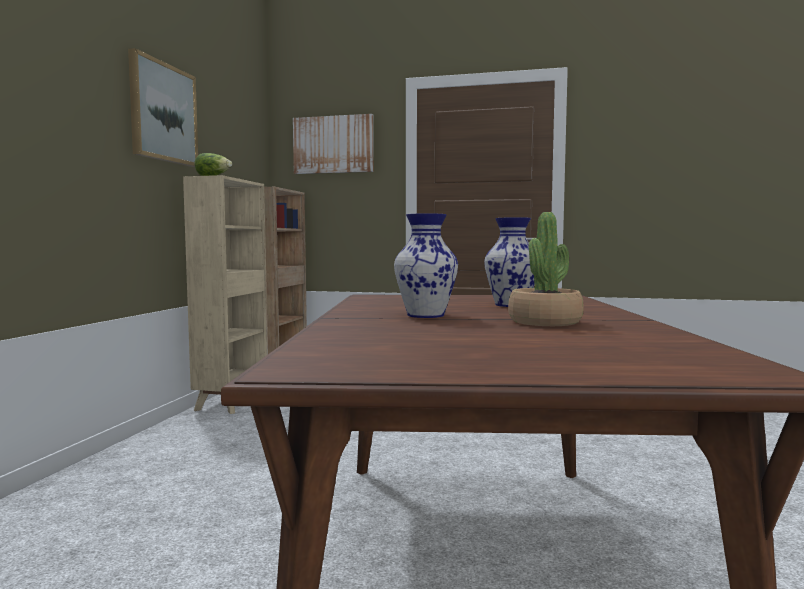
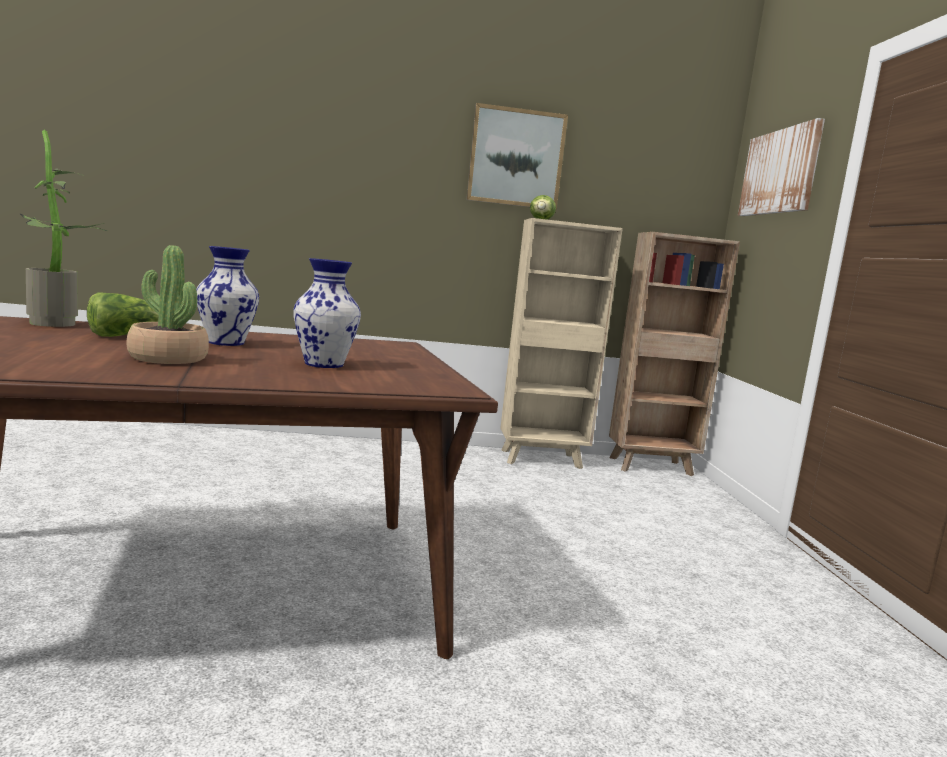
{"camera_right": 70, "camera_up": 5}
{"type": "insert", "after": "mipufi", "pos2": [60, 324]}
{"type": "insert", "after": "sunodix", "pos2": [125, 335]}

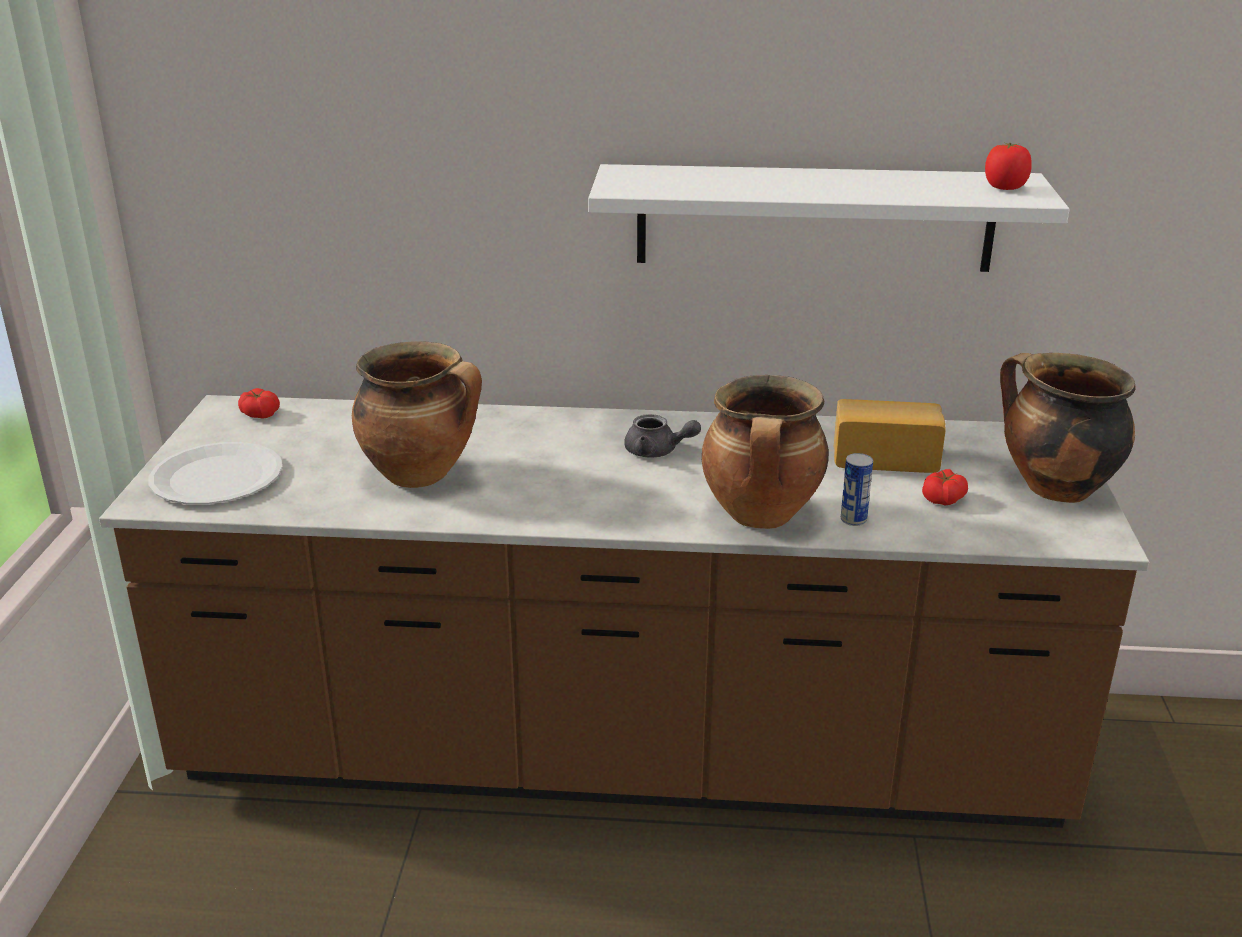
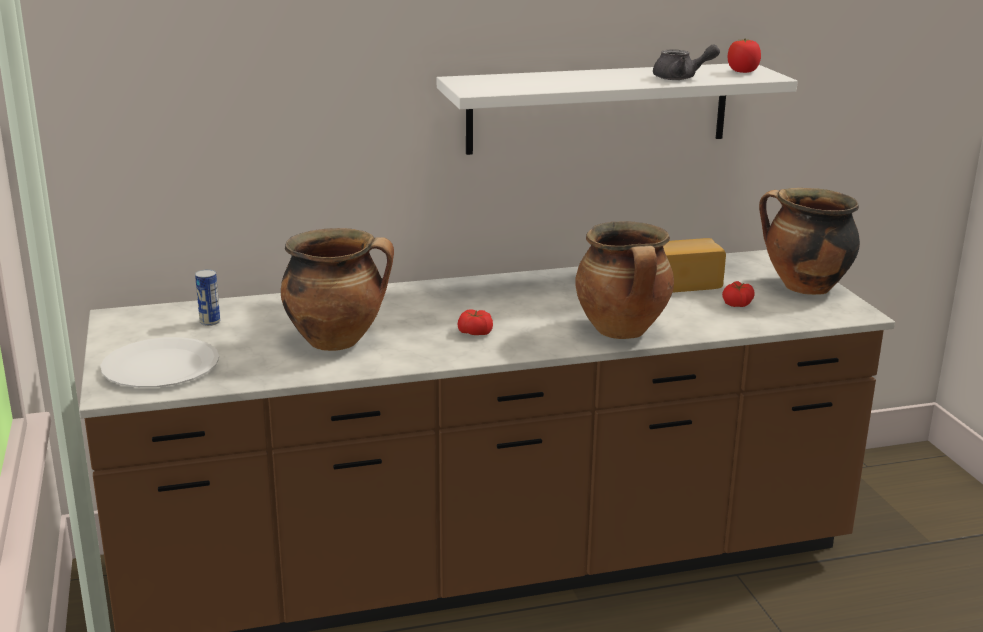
{"camera_right": -20, "camera_up": -5}
{"type": "move", "before": "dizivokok", "pos1": [260, 414], "pos2": [475, 332]}
{"type": "move", "before": "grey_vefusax", "pos1": [657, 452], "pos2": [681, 78]}
{"type": "move", "before": "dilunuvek", "pos1": [853, 520], "pos2": [210, 322]}

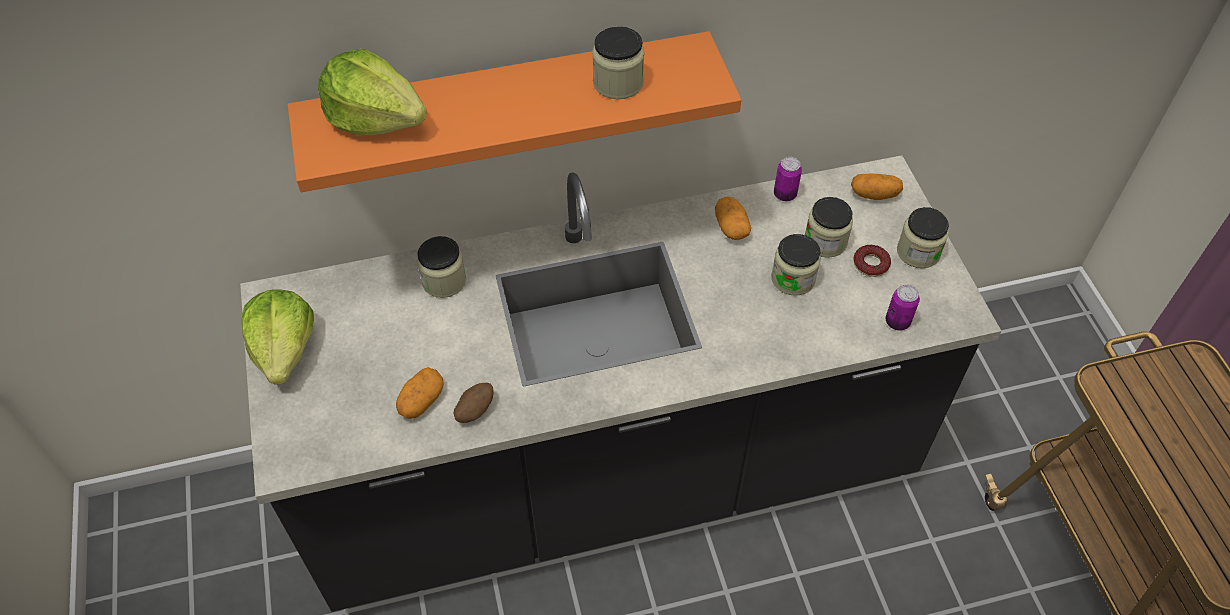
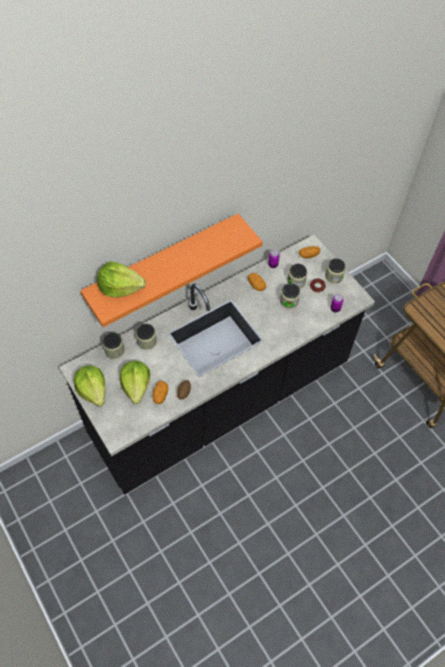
{"camera_right": -20, "camera_up": 5}
{"type": "move", "before": "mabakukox", "pos1": [618, 83], "pos2": [114, 350]}
{"type": "insert", "after": "sunodix", "pos2": [136, 386]}

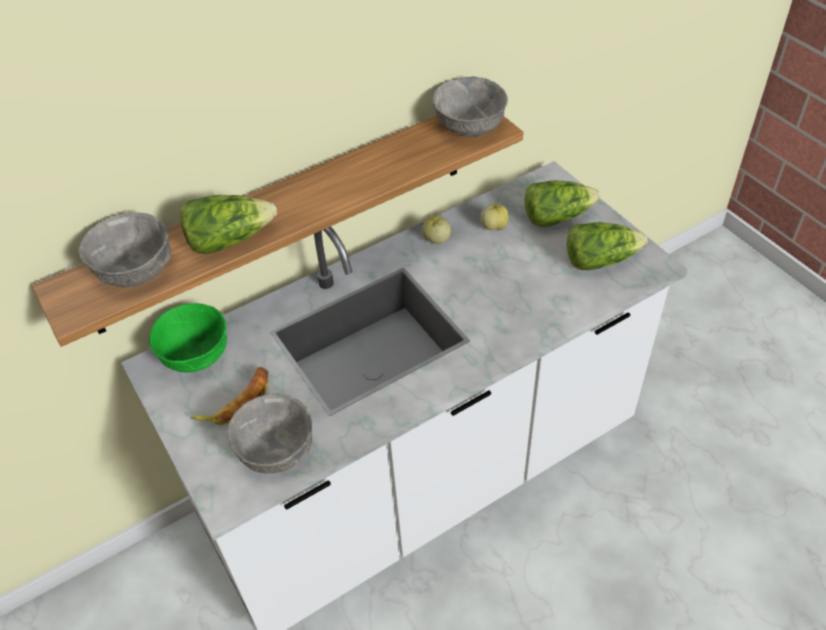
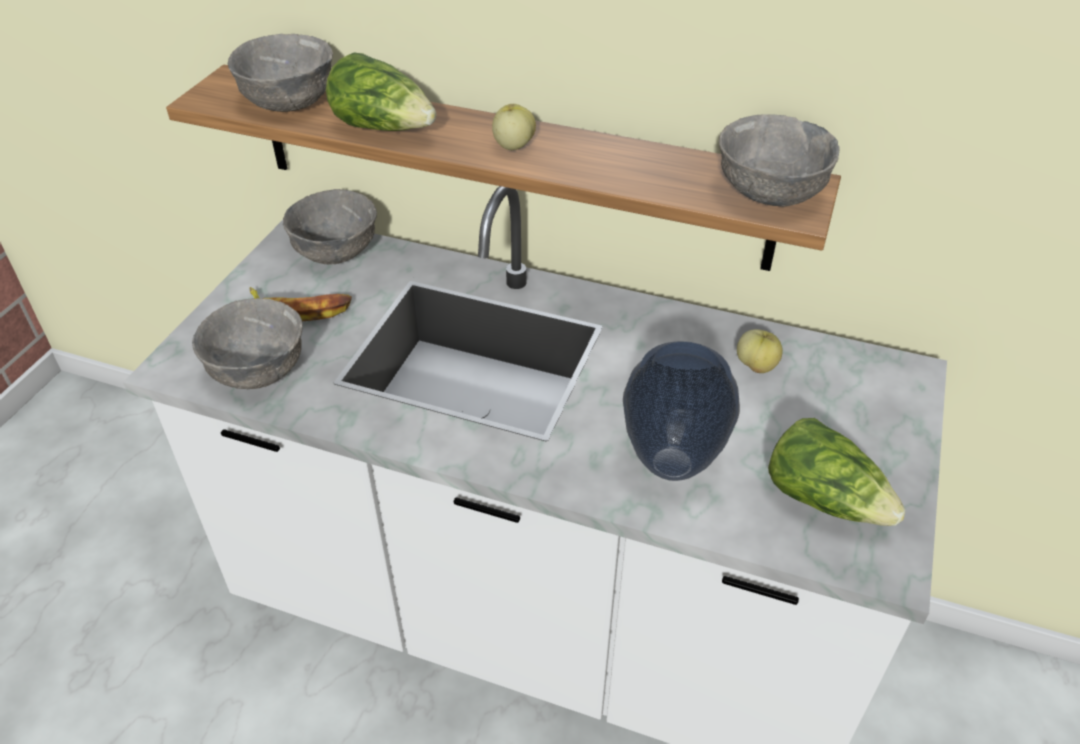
{"camera_right": 50, "camera_up": -5}
{"type": "recolor", "before": "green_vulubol", "after": "grey_vulubol", "pos1": [197, 354], "pos2": [337, 251]}
{"type": "move", "before": "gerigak", "pos1": [436, 239], "pos2": [513, 146]}
{"type": "delete", "before": "sunodix", "pos1": [556, 216]}
{"type": "insert", "after": "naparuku", "pos2": [671, 462]}

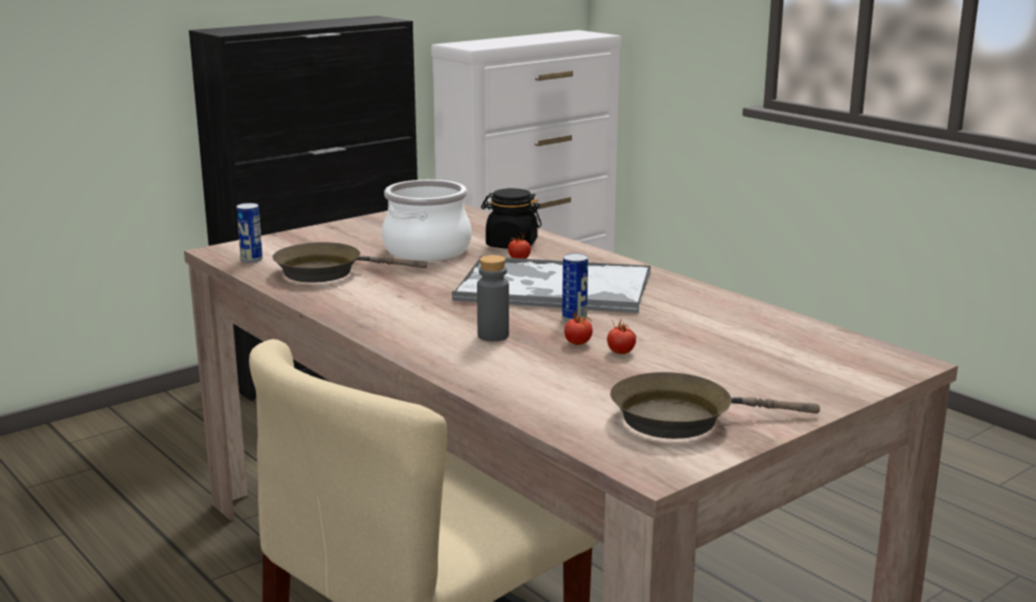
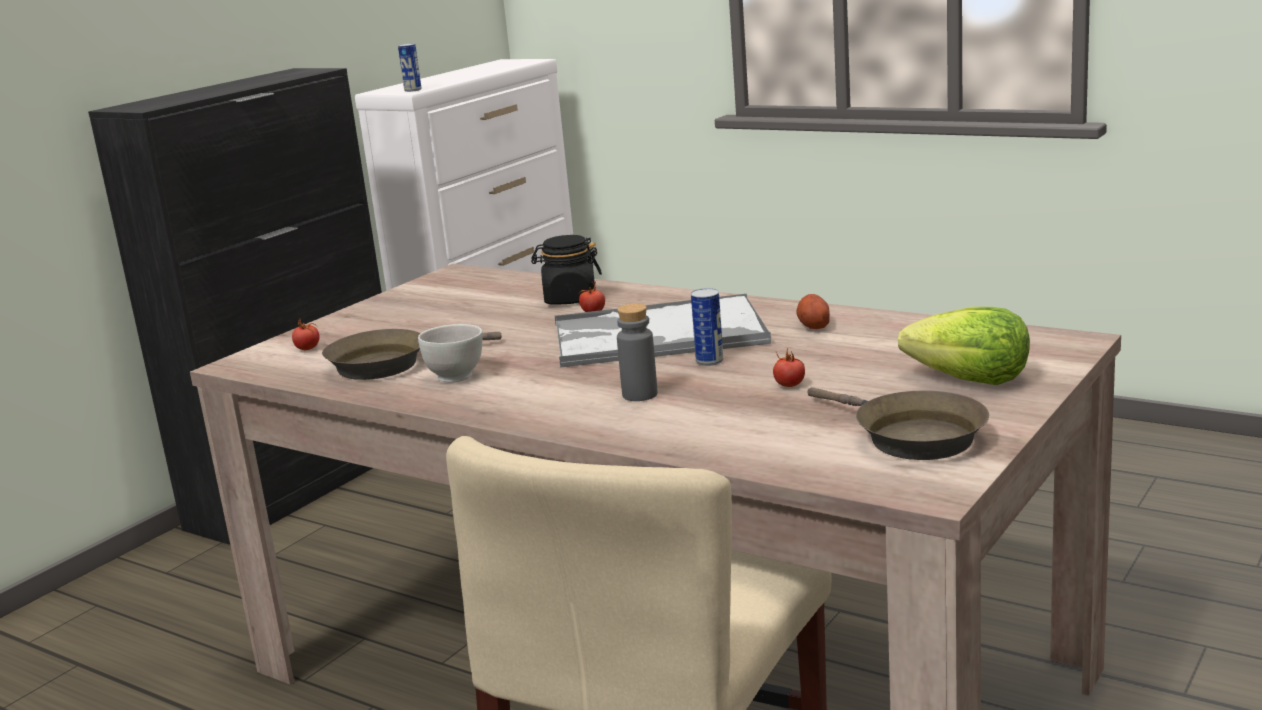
{"camera_right": -15, "camera_up": 0}
{"type": "move", "before": "dilunuvek", "pos1": [251, 260], "pos2": [413, 90]}
{"type": "delete", "before": "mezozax", "pos1": [426, 250]}
{"type": "move", "before": "dizivokok", "pos1": [578, 343], "pos2": [308, 349]}
{"type": "rotate", "before": "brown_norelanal", "pos1": [681, 418], "pos2": [911, 437], "turn": -105}
{"type": "insert", "after": "white_vulubol", "pos2": [456, 377]}
{"type": "insert", "after": "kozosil", "pos2": [813, 325]}
{"type": "insert", "after": "sunodix", "pos2": [970, 379]}

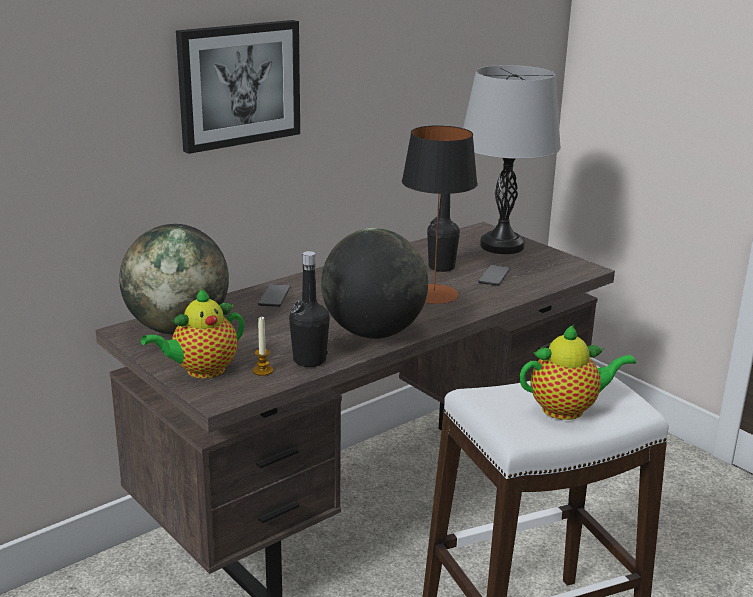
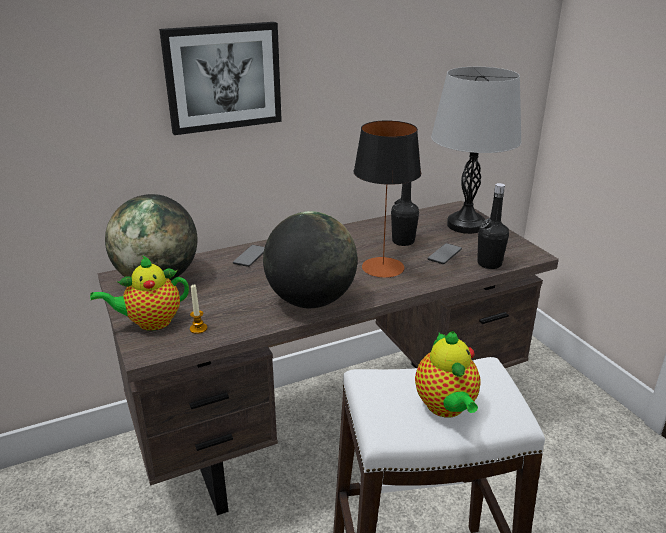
{"camera_right": 15, "camera_up": 5}
{"type": "move", "before": "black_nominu", "pos1": [309, 360], "pos2": [489, 264]}
{"type": "rotate", "before": "vefusax", "pos1": [567, 409], "pos2": [446, 408], "turn": 75}

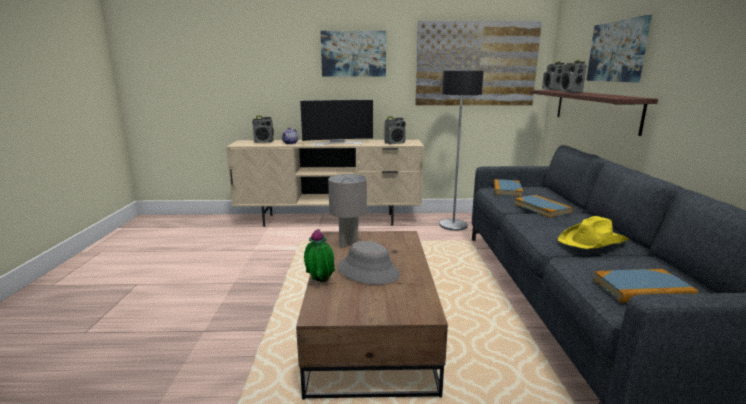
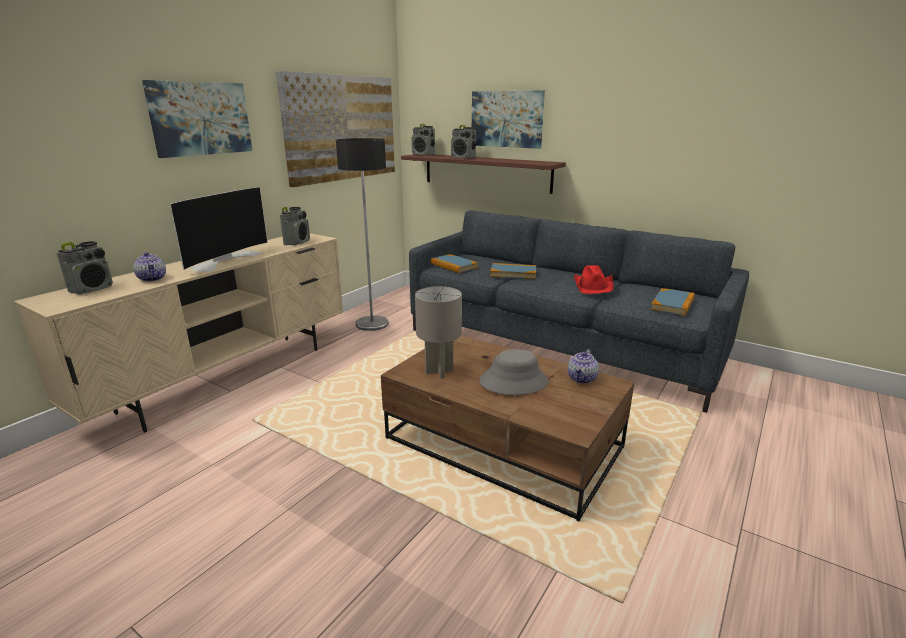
{"camera_right": -55, "camera_up": 5}
{"type": "delete", "before": "mipufi", "pos1": [320, 282]}
{"type": "recolor", "before": "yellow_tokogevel", "after": "red_tokogevel", "pos1": [593, 241], "pos2": [593, 286]}
{"type": "insert", "after": "vefusax", "pos2": [582, 379]}

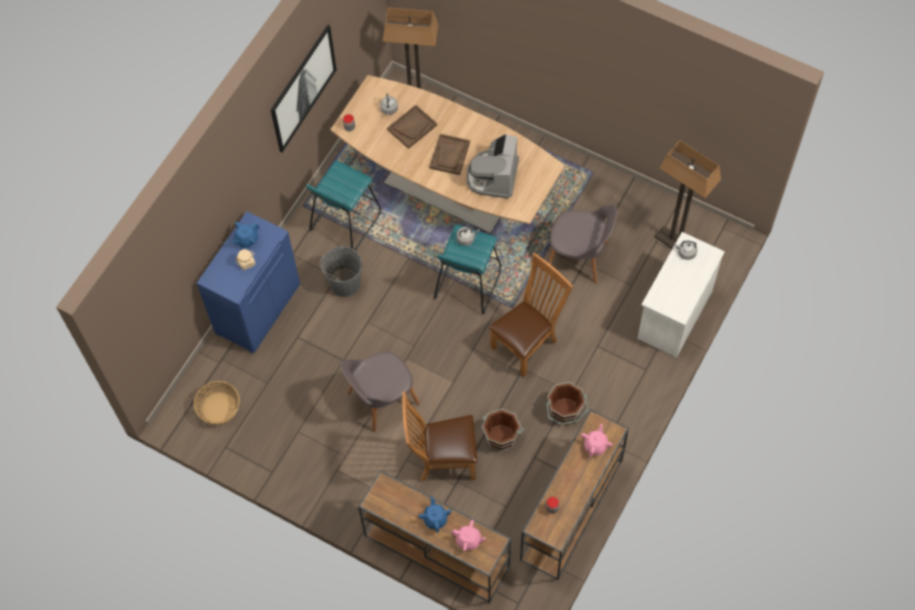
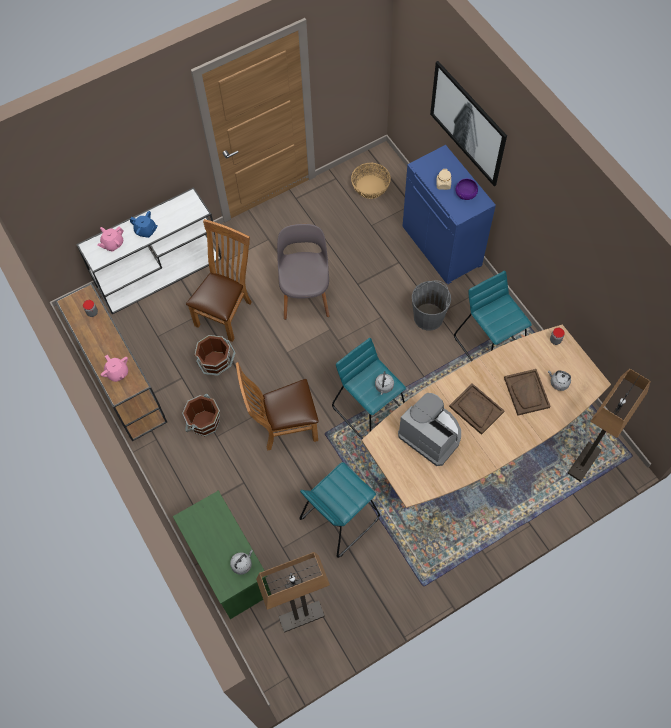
{"camera_right": 120, "camera_up": 0}
{"type": "replace", "before": "blue_vefusax", "after": "purple_vulubol", "pos1": [246, 239], "pos2": [466, 193]}
{"type": "move", "before": "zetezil", "pos1": [302, 88], "pos2": [468, 123]}
{"type": "recolor", "before": "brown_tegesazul", "after": "white_tegesazul", "pos1": [435, 550], "pos2": [160, 272]}
{"type": "rotate", "before": "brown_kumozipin", "pos1": [527, 343], "pos2": [284, 427], "turn": 90}
{"type": "replace", "before": "grey_kumozipin", "after": "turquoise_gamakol", "pos1": [579, 257], "pos2": [339, 518]}
{"type": "recolor", "before": "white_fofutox", "after": "green_fofutox", "pos1": [674, 315], "pos2": [229, 568]}

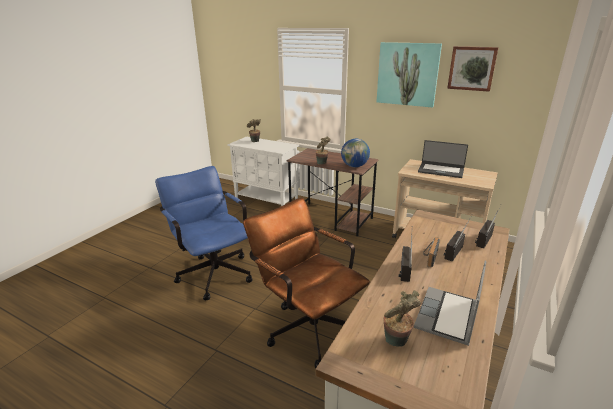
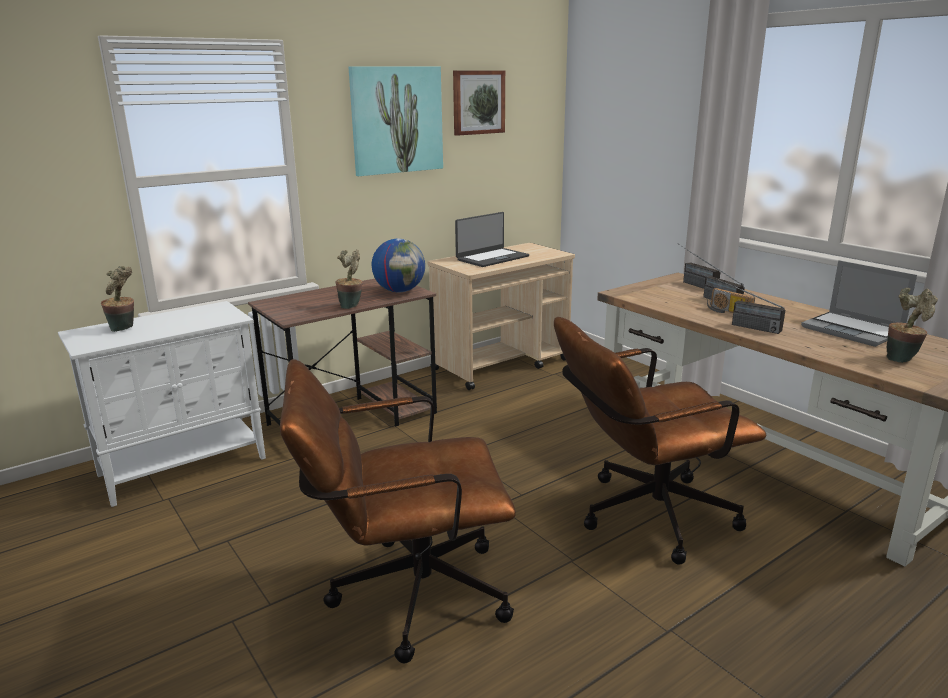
{"camera_right": -65, "camera_up": -5}
{"type": "recolor", "before": "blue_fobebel", "after": "brown_fobebel", "pos1": [213, 271], "pos2": [404, 594]}

